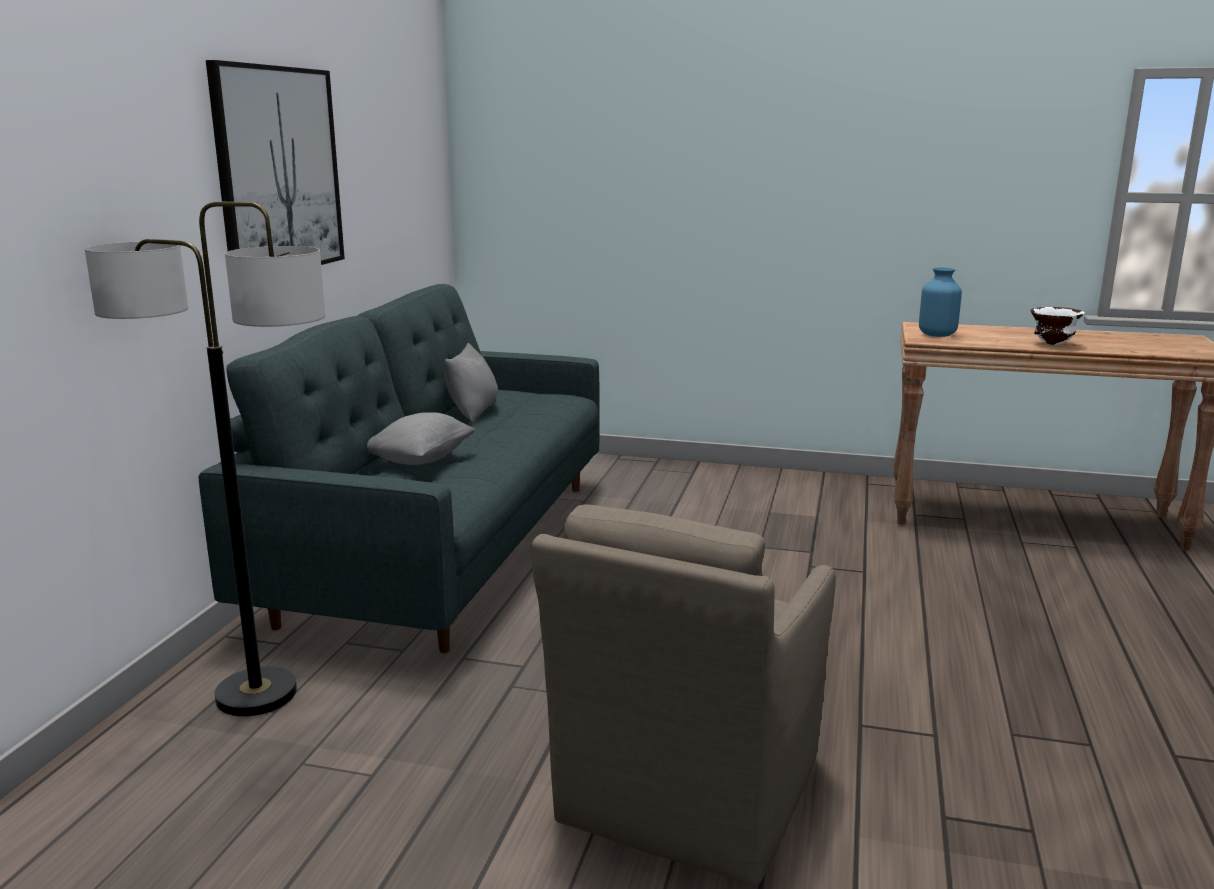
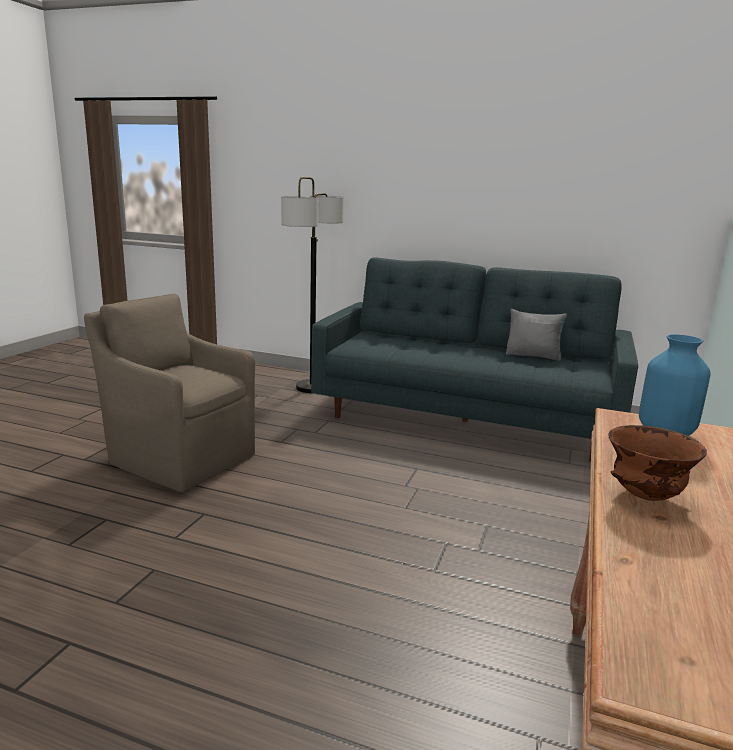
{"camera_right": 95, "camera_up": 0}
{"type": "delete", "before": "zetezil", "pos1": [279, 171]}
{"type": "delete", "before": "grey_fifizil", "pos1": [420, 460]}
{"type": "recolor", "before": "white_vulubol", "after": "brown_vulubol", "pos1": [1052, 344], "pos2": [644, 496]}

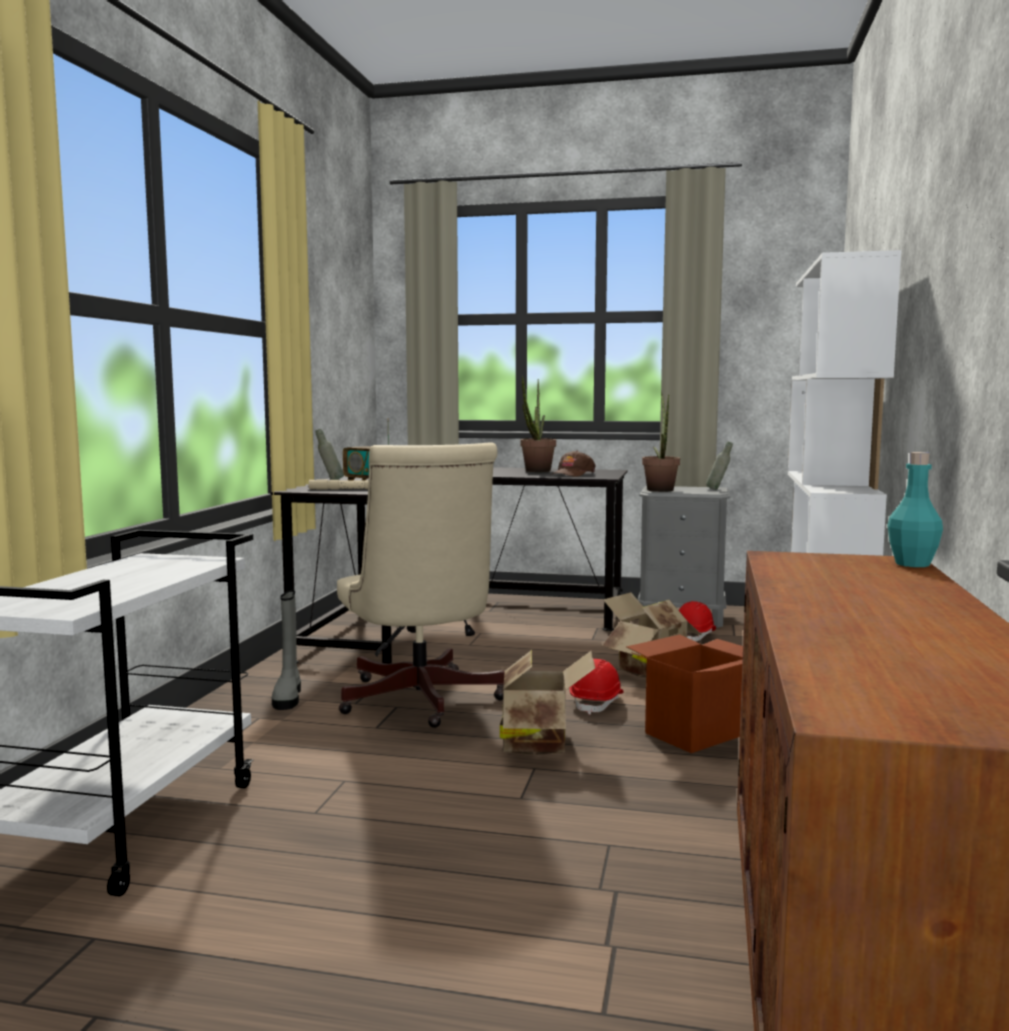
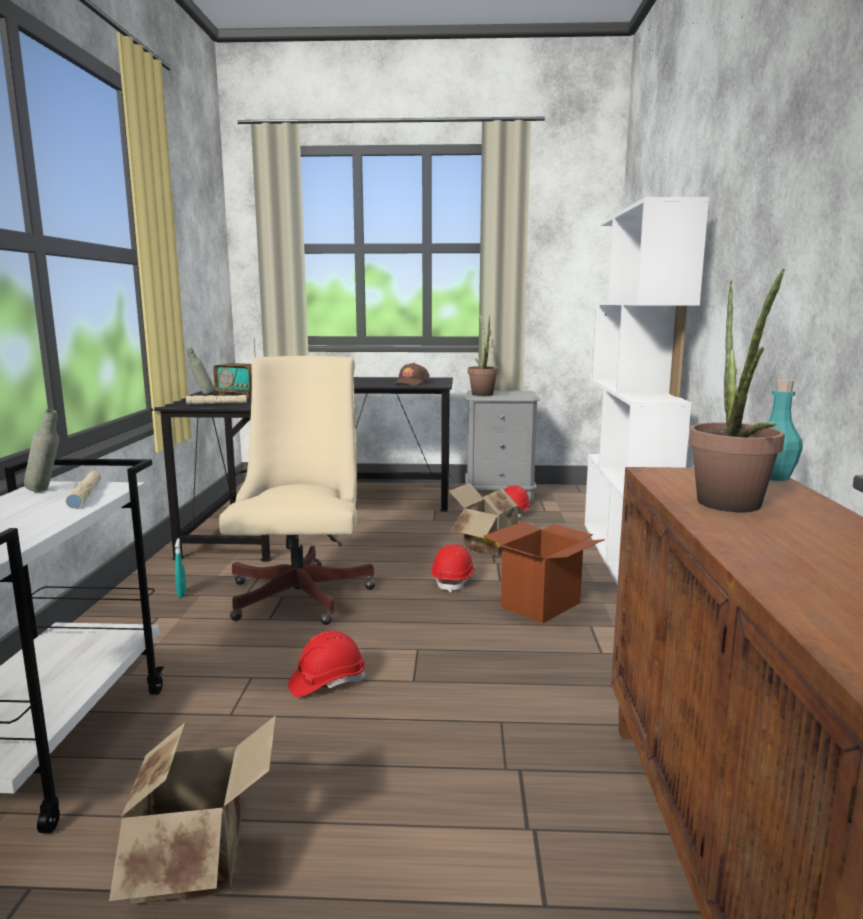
{"camera_right": -10, "camera_up": 5}
{"type": "replace", "before": "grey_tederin", "after": "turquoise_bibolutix", "pos1": [288, 697], "pos2": [181, 594]}
{"type": "rotate", "before": "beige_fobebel", "pos1": [420, 702], "pos2": [303, 591], "turn": -150}
{"type": "move", "before": "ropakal", "pos1": [540, 742], "pos2": [202, 860]}
{"type": "move", "before": "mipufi", "pos1": [535, 471], "pos2": [731, 507]}
{"type": "move", "before": "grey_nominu", "pos1": [718, 489], "pos2": [46, 491]}
{"type": "insert", "after": "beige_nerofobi", "pos2": [85, 495]}
{"type": "insert", "after": "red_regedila", "pos2": [327, 682]}

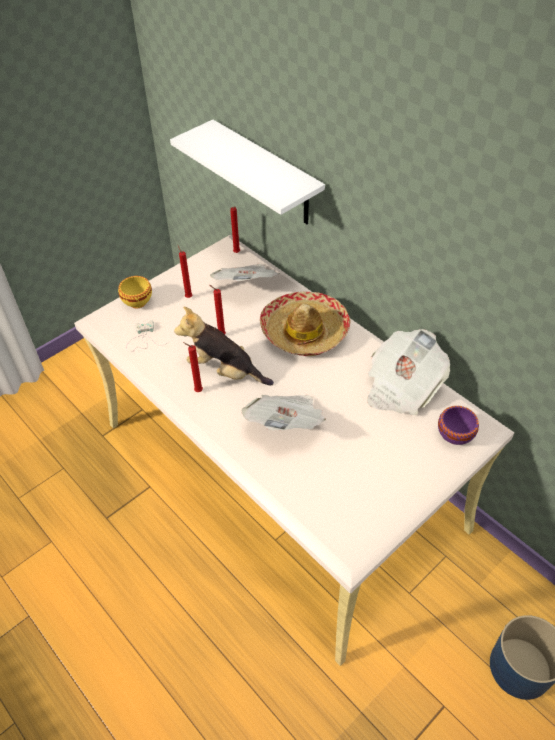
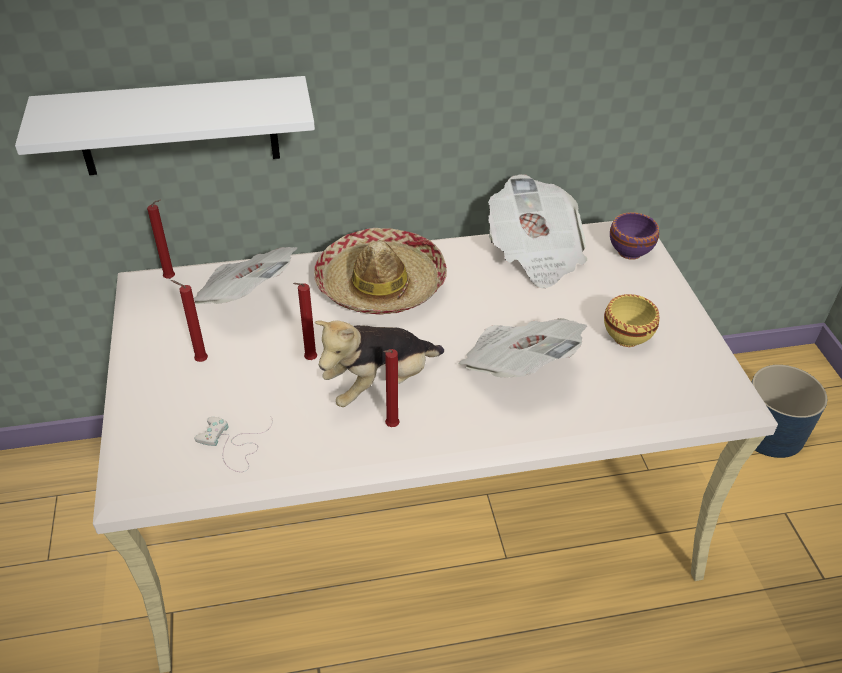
{"camera_right": -60, "camera_up": -5}
{"type": "move", "before": "yellow_vulubol", "pos1": [137, 302], "pos2": [624, 337]}

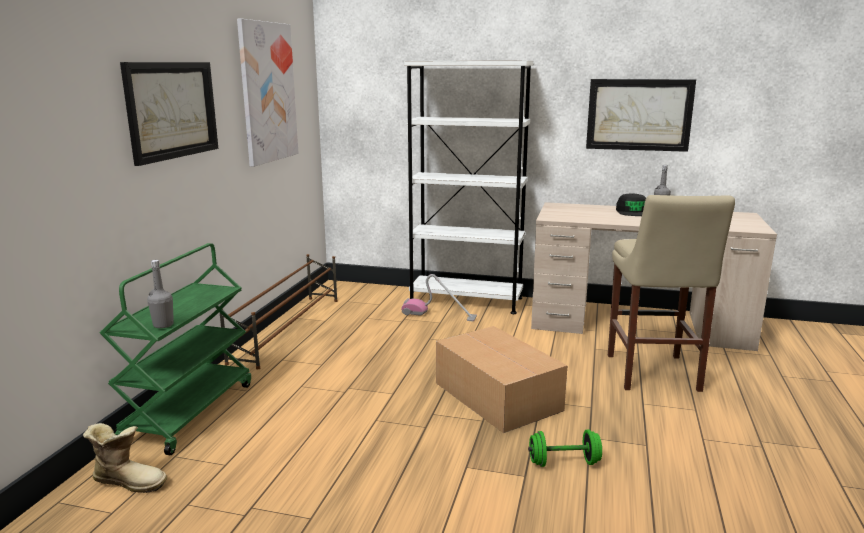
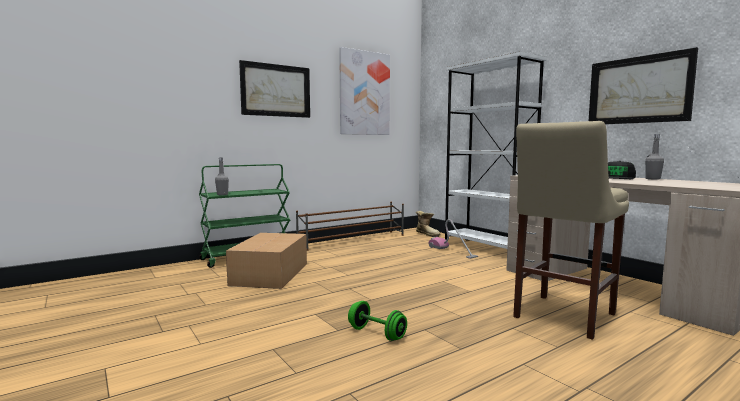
{"camera_right": 40, "camera_up": -10}
{"type": "move", "before": "tederin", "pos1": [129, 481], "pos2": [427, 234]}
{"type": "move", "before": "ropakal", "pos1": [497, 395], "pos2": [271, 273]}

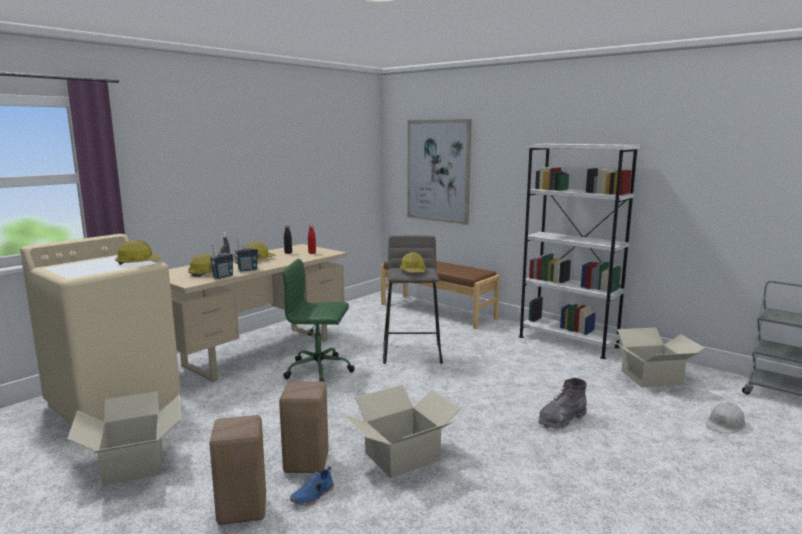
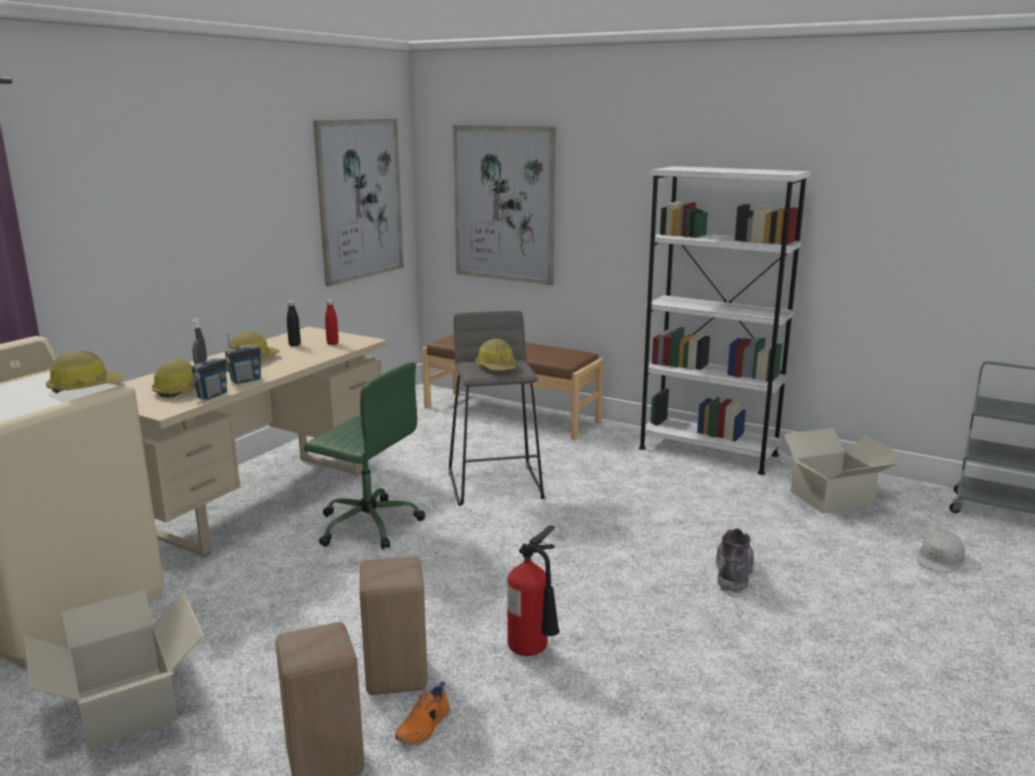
{"camera_right": -10, "camera_up": 5}
{"type": "rotate", "before": "green_fobebel", "pos1": [320, 370], "pos2": [367, 524], "turn": -150}
{"type": "recolor", "before": "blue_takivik", "after": "orange_takivik", "pos1": [313, 496], "pos2": [424, 727]}
{"type": "replace", "before": "ropakal", "after": "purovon", "pos1": [403, 456], "pos2": [533, 651]}
{"type": "rotate", "before": "grey_tederin", "pos1": [561, 420], "pos2": [733, 572], "turn": 150}
{"type": "insert", "after": "zetezil", "pos2": [360, 199]}

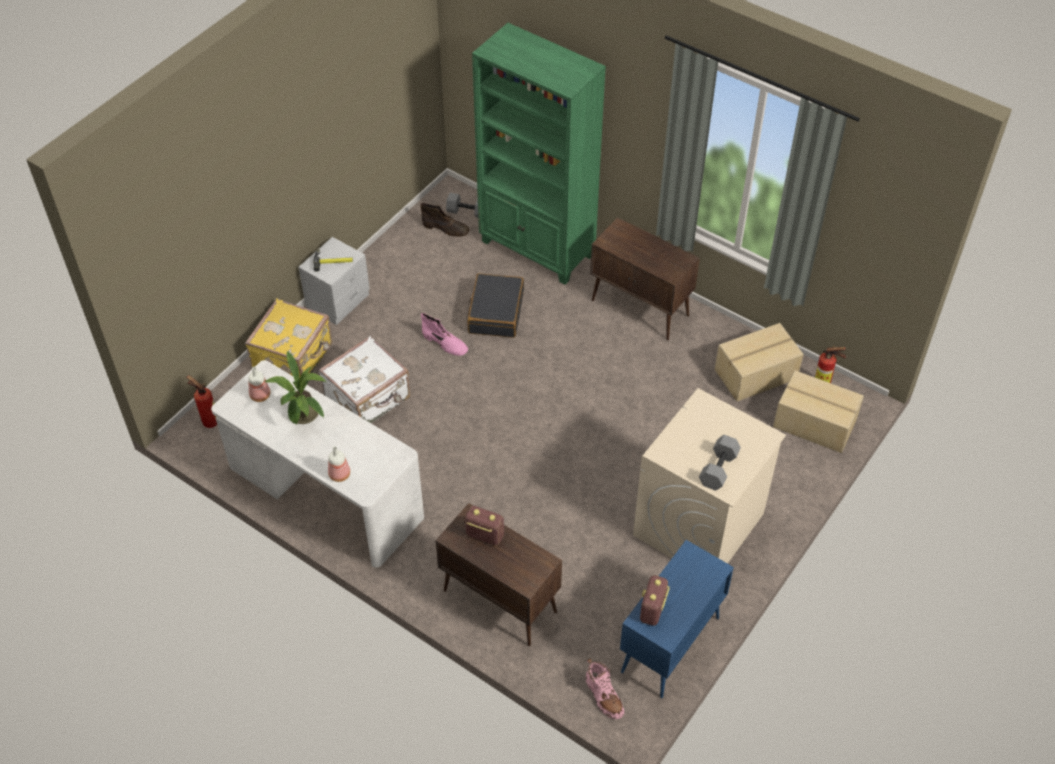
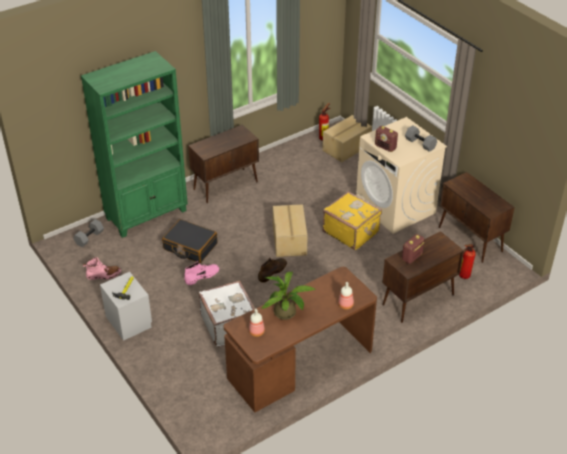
{"camera_right": -70, "camera_up": -10}
{"type": "move", "before": "purovon", "pos1": [209, 421], "pos2": [463, 276]}
{"type": "recolor", "before": "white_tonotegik", "after": "brown_tonotegik", "pos1": [325, 494], "pos2": [301, 364]}
{"type": "move", "before": "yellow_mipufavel", "pos1": [294, 358], "pos2": [351, 231]}
{"type": "move", "before": "brown_tederin", "pos1": [446, 228], "pos2": [272, 272]}
{"type": "move", "before": "pink_tederin", "pos1": [603, 696], "pos2": [103, 275]}
{"type": "recolor", "before": "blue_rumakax", "after": "brown_rumakax", "pos1": [670, 646], "pos2": [470, 240]}
{"type": "move", "before": "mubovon", "pos1": [652, 610], "pos2": [385, 147]}
{"type": "move", "before": "ropakal", "pos1": [756, 375], "pos2": [290, 240]}

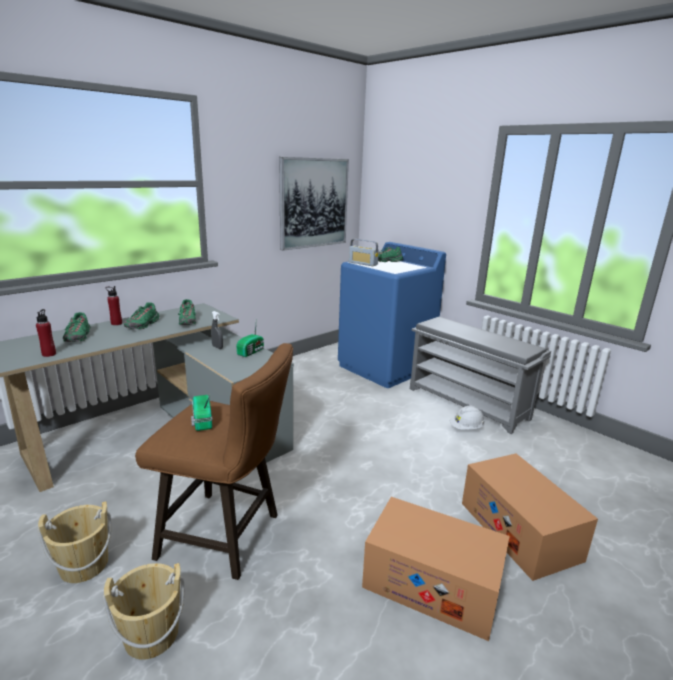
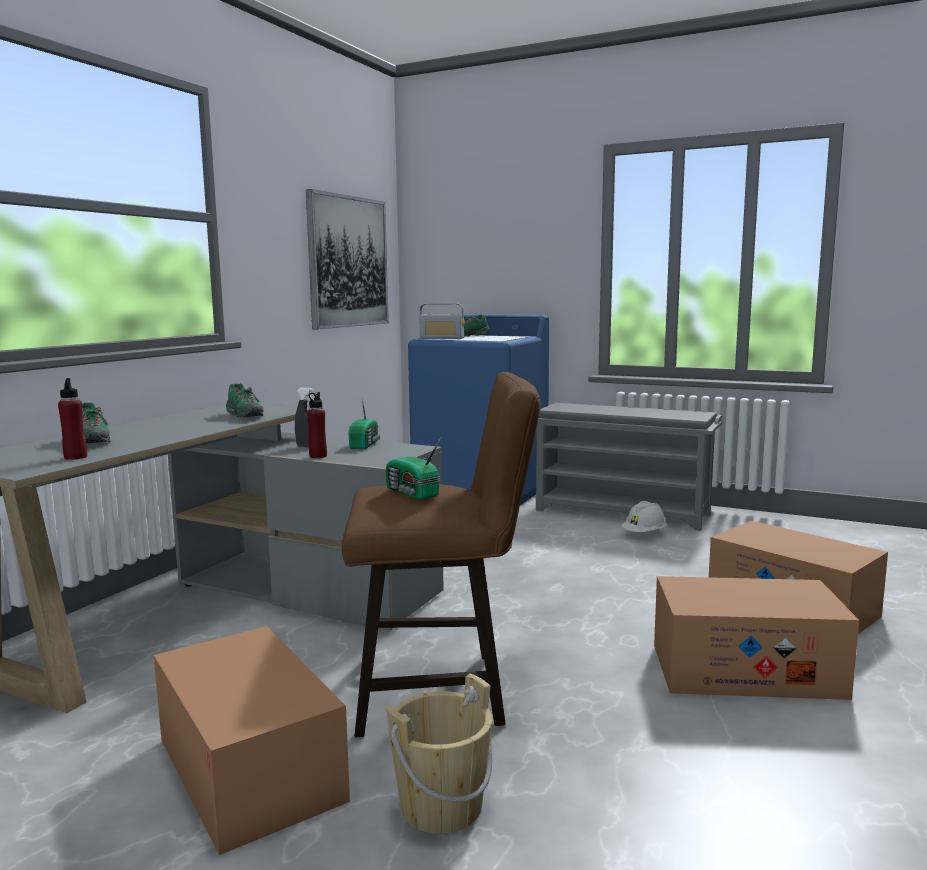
{"camera_right": -20, "camera_up": -10}
{"type": "replace", "before": "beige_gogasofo", "after": "ropakal", "pos1": [84, 565], "pos2": [249, 769]}
{"type": "move", "before": "red_nominu", "pos1": [116, 323], "pos2": [318, 456]}
{"type": "delete", "before": "green_takivik", "pos1": [143, 325]}

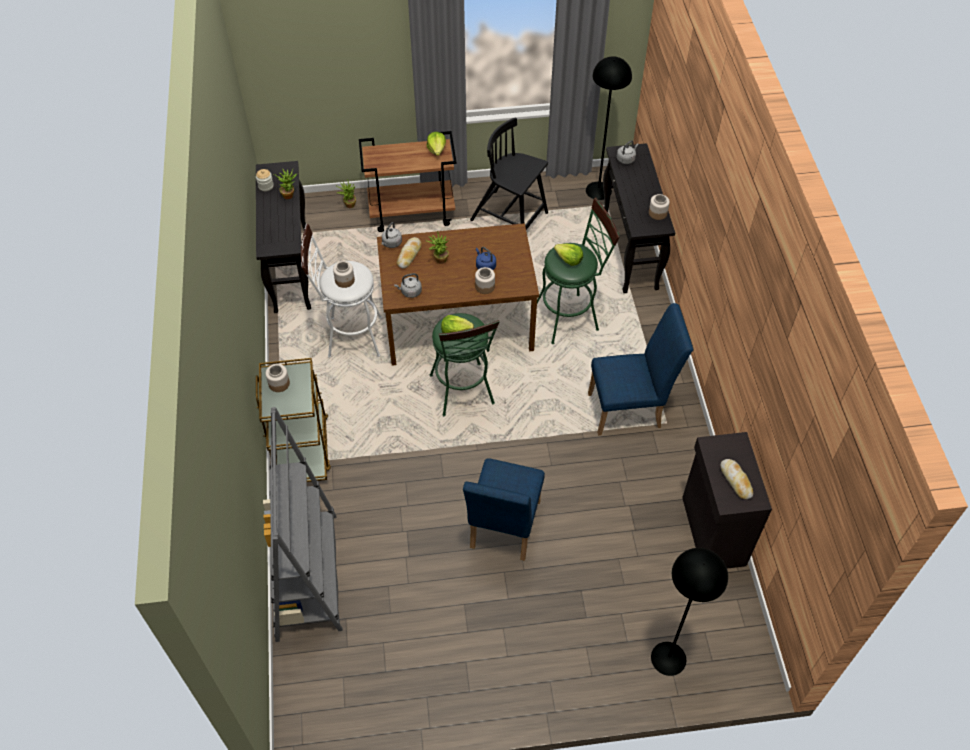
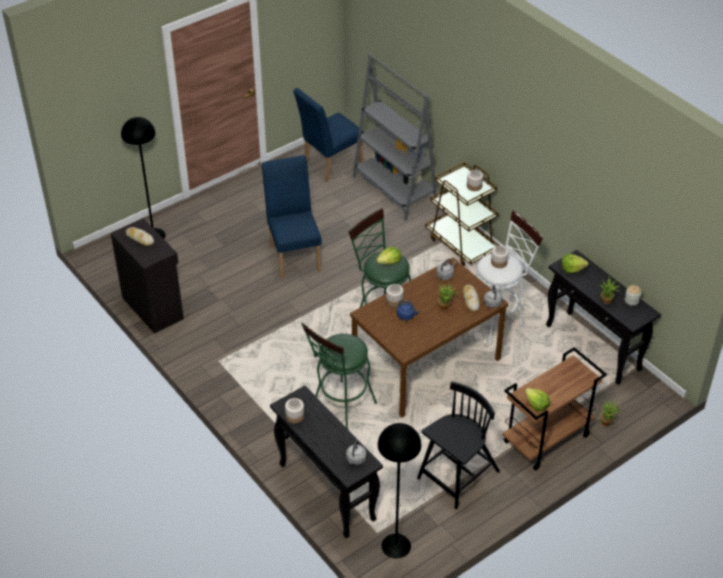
{"camera_right": 150, "camera_up": -10}
{"type": "rotate", "before": "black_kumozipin", "pos1": [510, 217], "pos2": [457, 476], "turn": -45}
{"type": "move", "before": "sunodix", "pos1": [568, 260], "pos2": [572, 268]}
{"type": "move", "before": "blue_kumozipin", "pos1": [630, 410], "pos2": [329, 165]}

